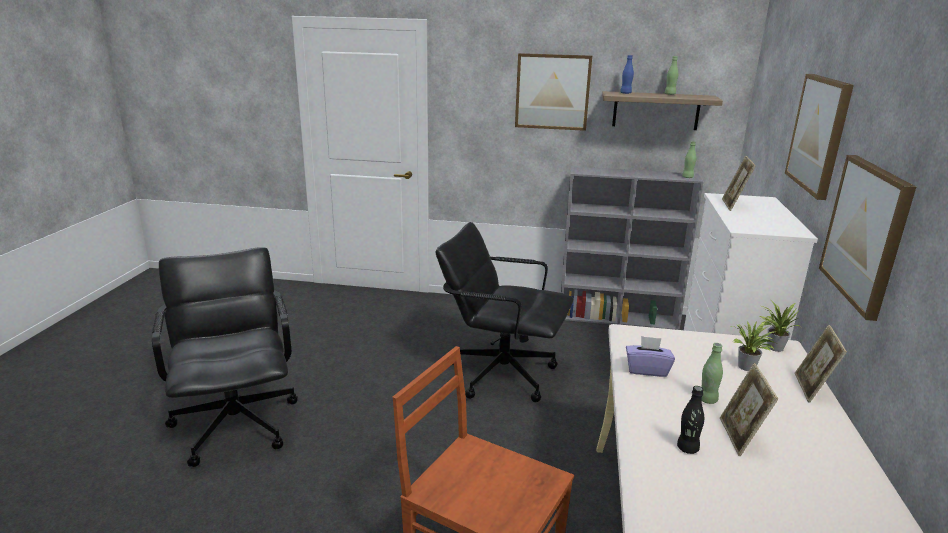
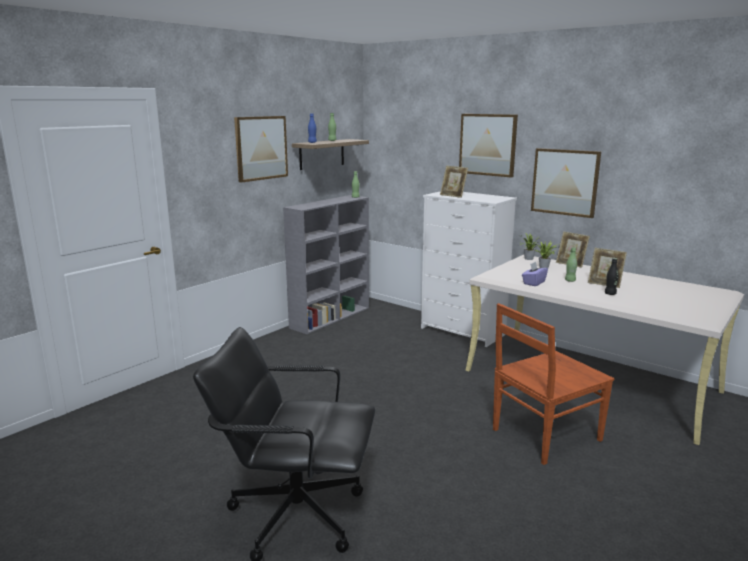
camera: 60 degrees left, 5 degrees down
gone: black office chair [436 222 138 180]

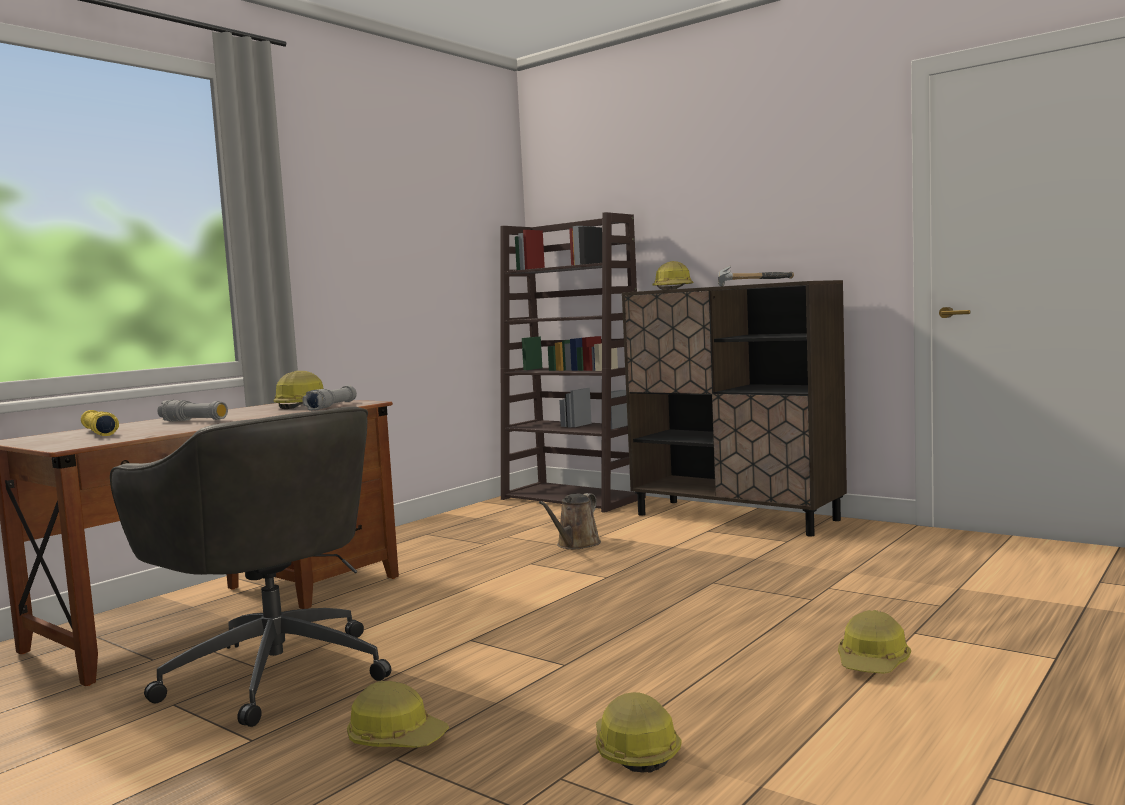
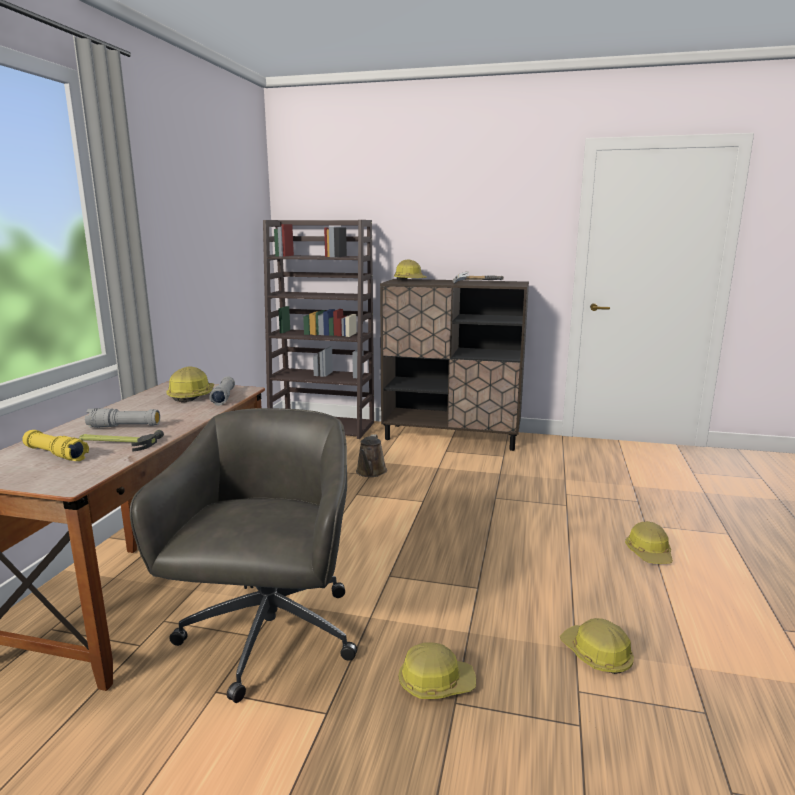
camera: 25 degrees left, 10 degrees up
new: hammer [79 430 85 22]
rotated: grey office chair [110 406 281 321] = [130 408 227 295] 105 degrees counterclockwise

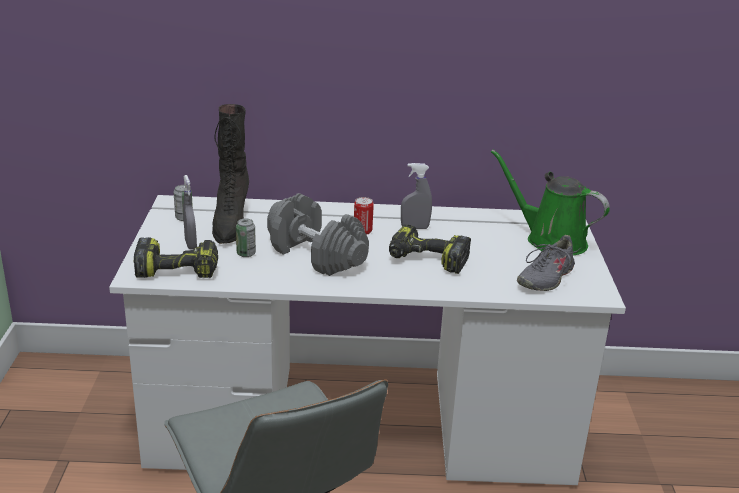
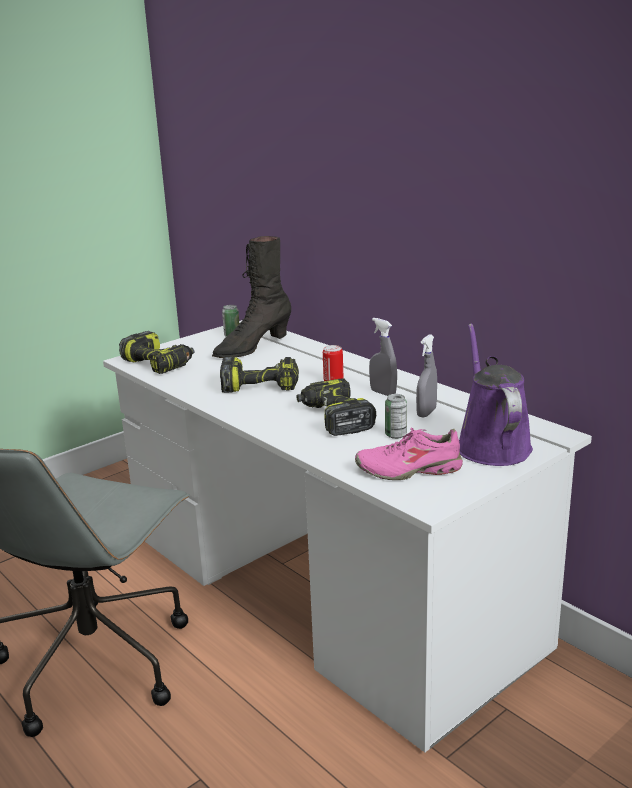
camera: 50 degrees right, 5 degrees down
shifted: grey spray bottle [183 175 14 74] to [416 334 21 84]; can [236 218 20 39] to [385 394 22 45]
swapped: grey dumbbell [267 193 102 83] to power drill [220 357 79 36]
repainted: green watering can [491 150 119 106] to purple watering can [459 324 74 142]; grey shoe [517 235 61 56] to pink shoe [355 428 108 52]

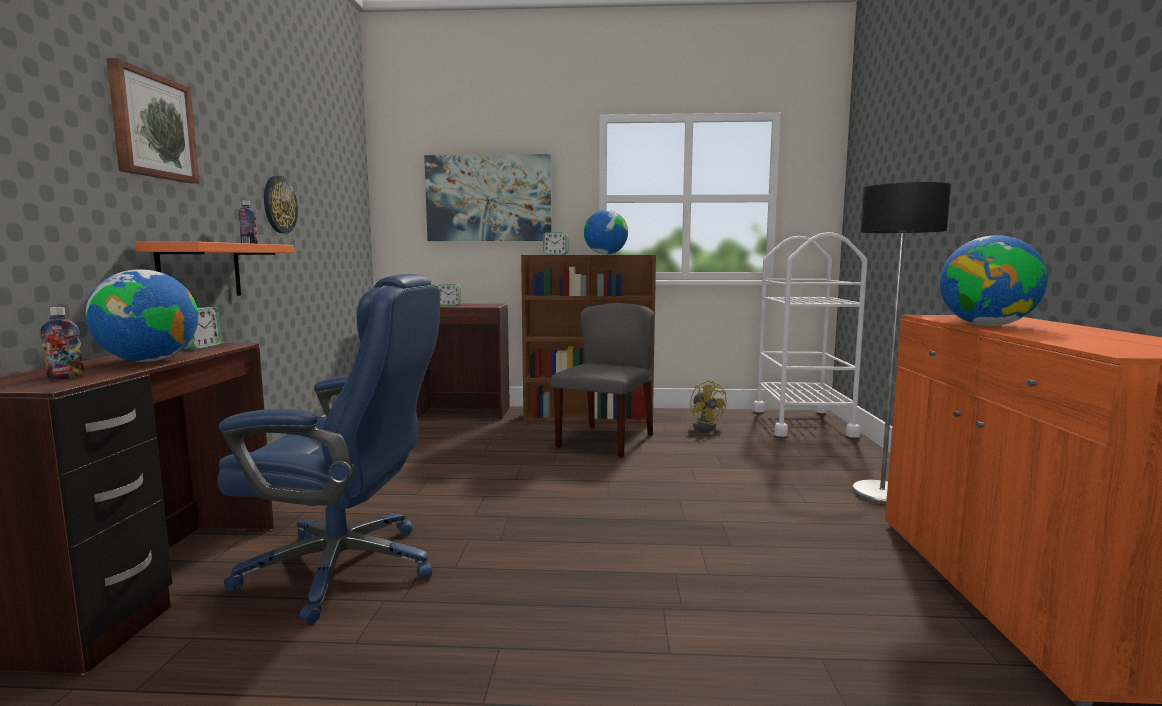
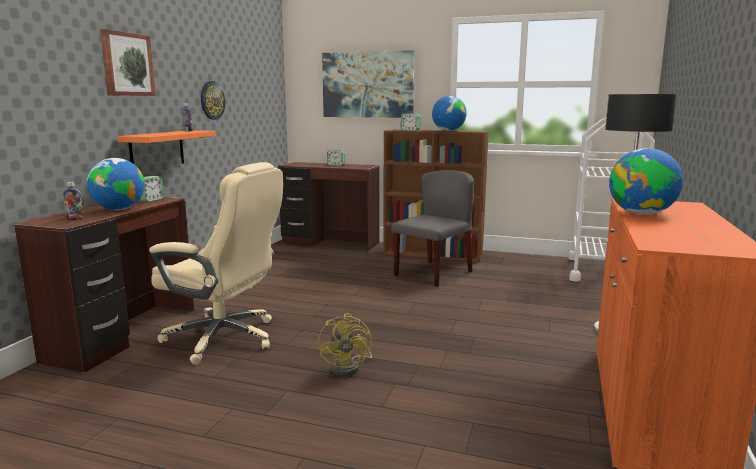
camera: 15 degrees right, 5 degrees up
shifted: yellow fan [689 380 38 50] to [318 313 54 63]
repainted: blue office chair [218 274 222 350] to beige office chair [149 162 134 203]

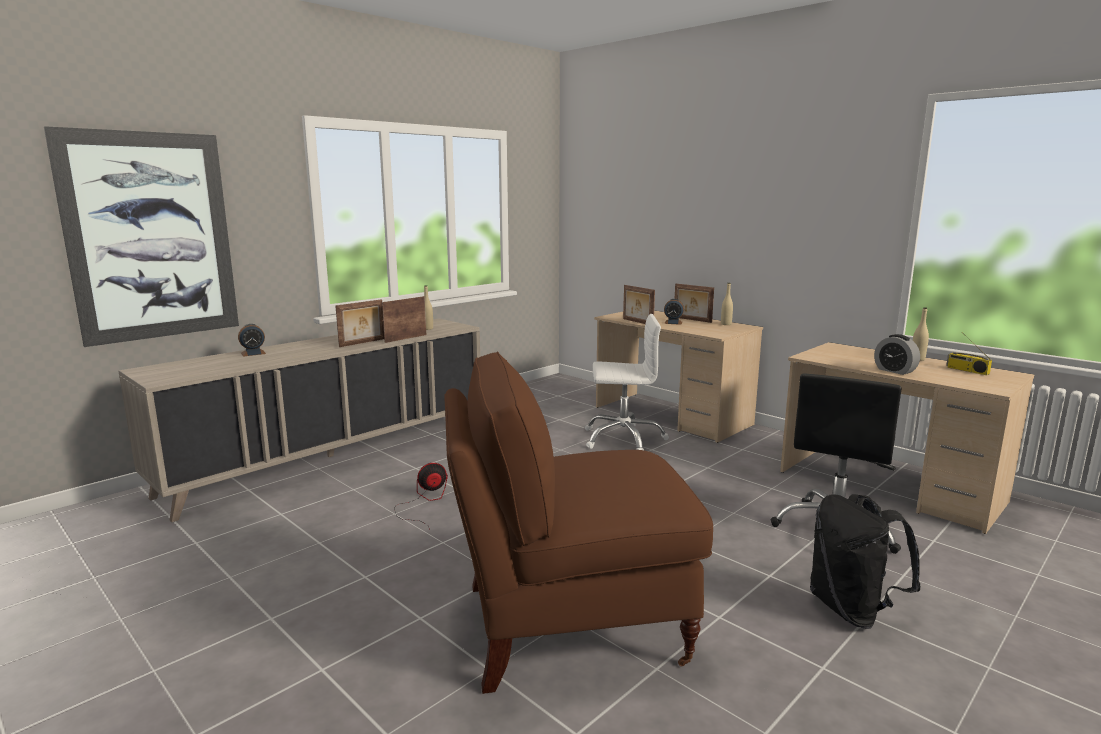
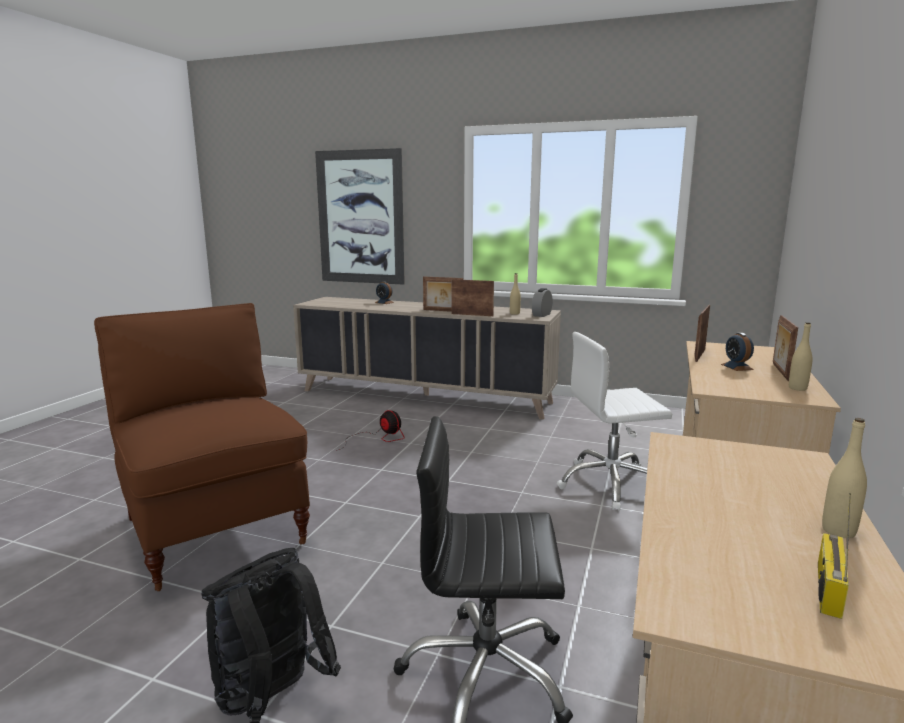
camera: 65 degrees right, 0 degrees up
shifted: alarm clock [874 334 46 41] to [532 288 21 29]
rotated: white office chair [585 314 84 136] = [557 332 115 179] 105 degrees clockwise

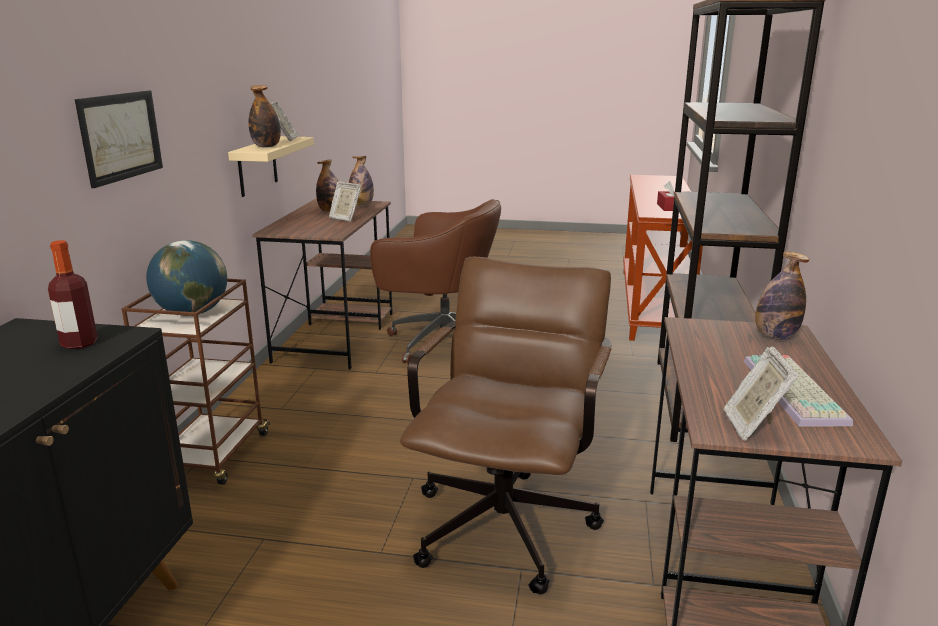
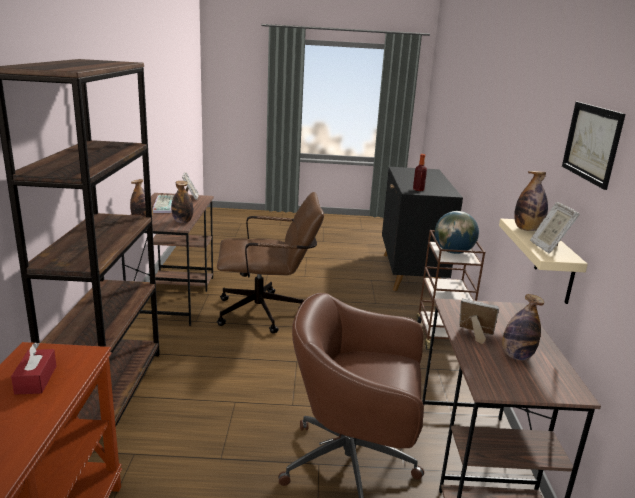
camera: 170 degrees right, 0 degrees up
shifted: picture [75 90 88 98] to [562 102 64 88]; bottle [349 156 25 50] to [171 181 22 42]
rotated: brown office chair [400 257 211 337] = [217 192 107 142] 105 degrees counterclockwise

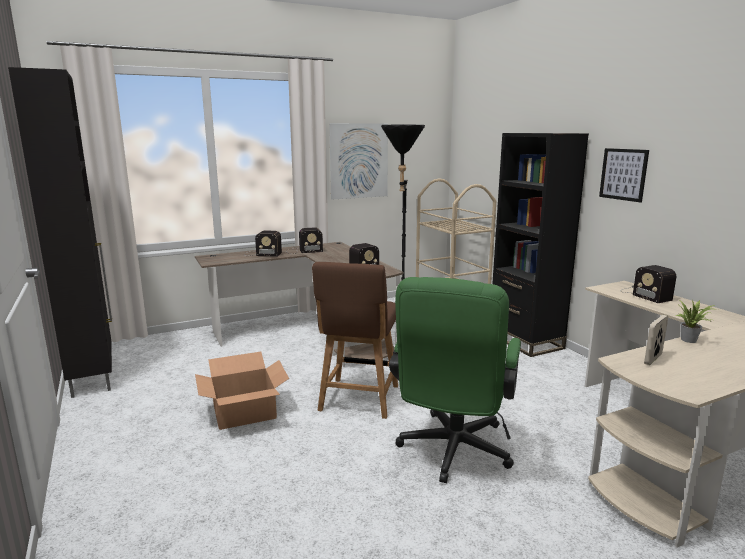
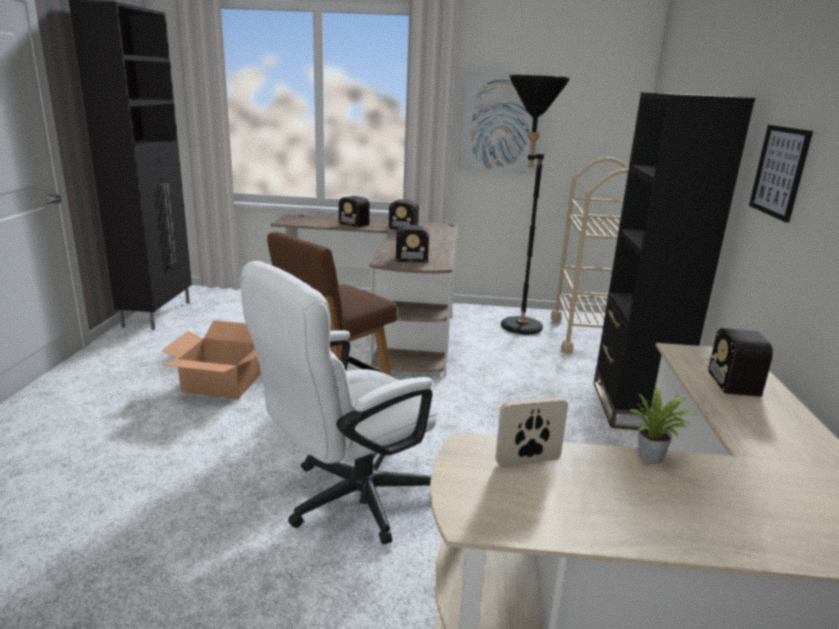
camera: 30 degrees right, 5 degrees up
repainted: green office chair [389 277 132 206] to white office chair [240 261 197 283]

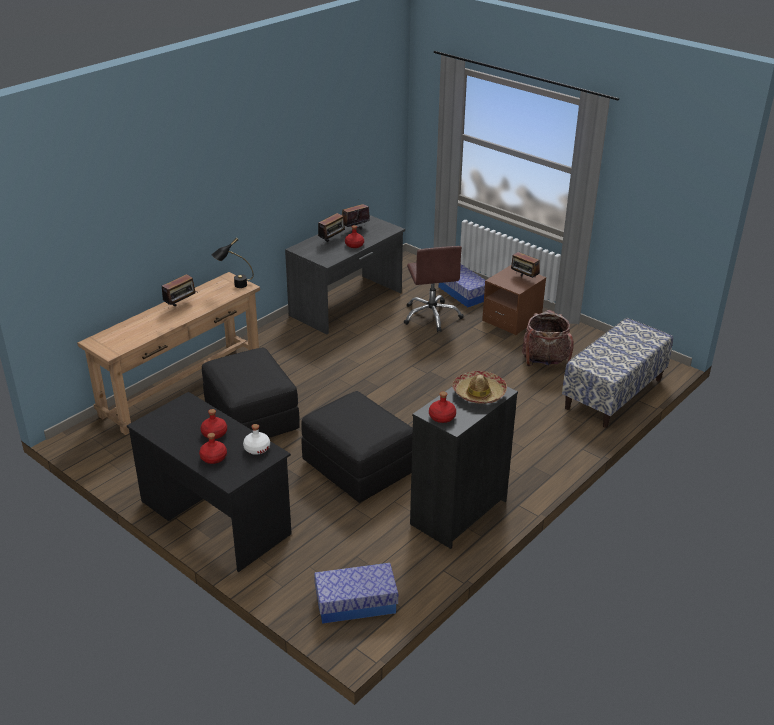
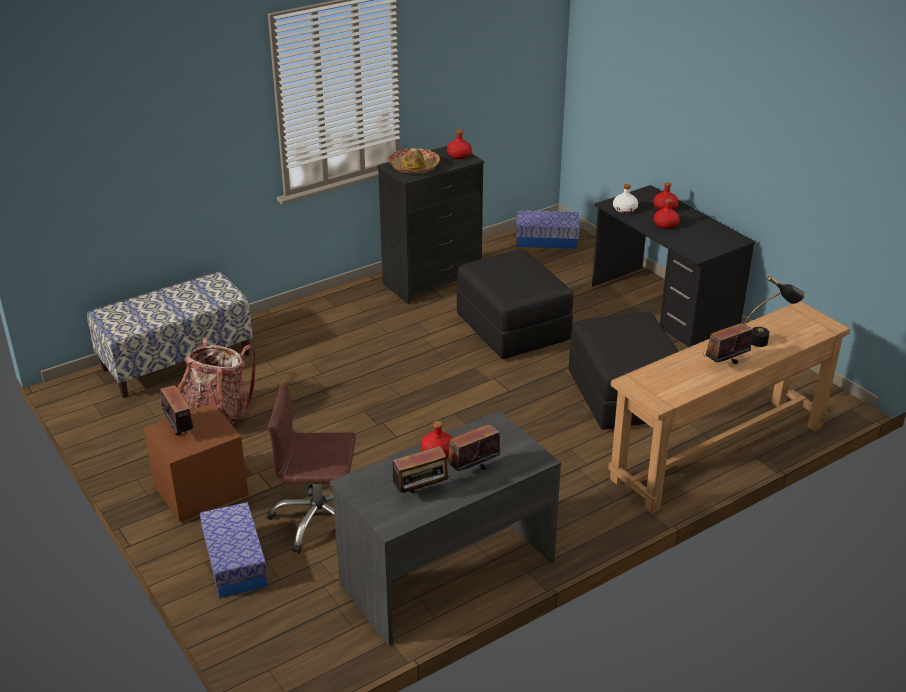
camera: 165 degrees left, 0 degrees up
shifted: black table lamp [211 238 43 50] to [744 276 61 71]
rotated: brown office chair [404 246 60 86] = [267 382 89 171] 90 degrees counterclockwise

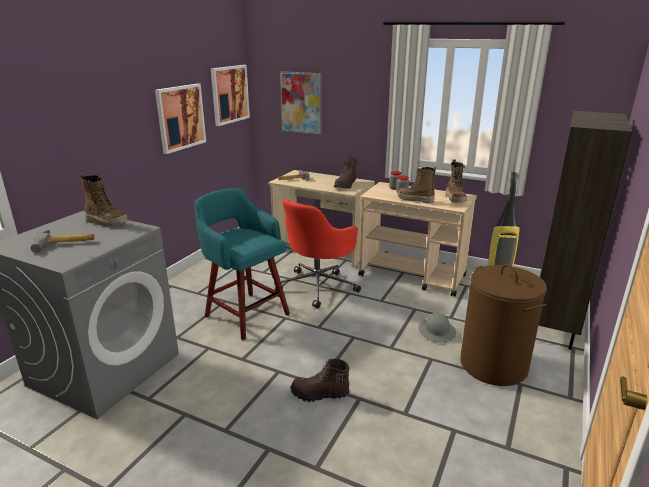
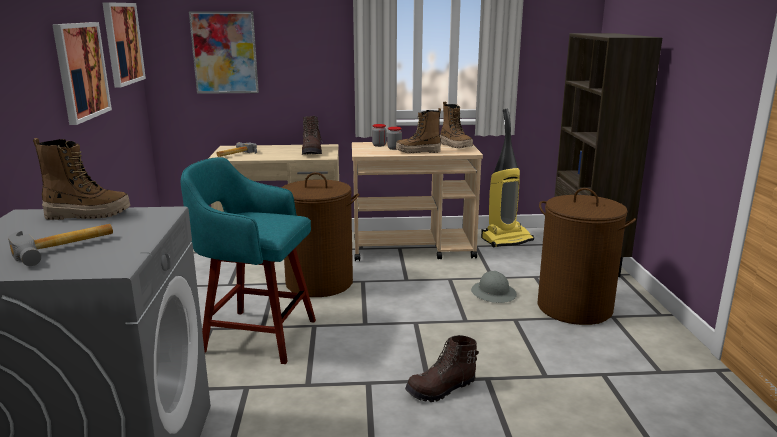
camera: 30 degrees left, 5 degrees down
swapped: red office chair [275 199 86 109] to brown laundry basket [281 172 78 125]

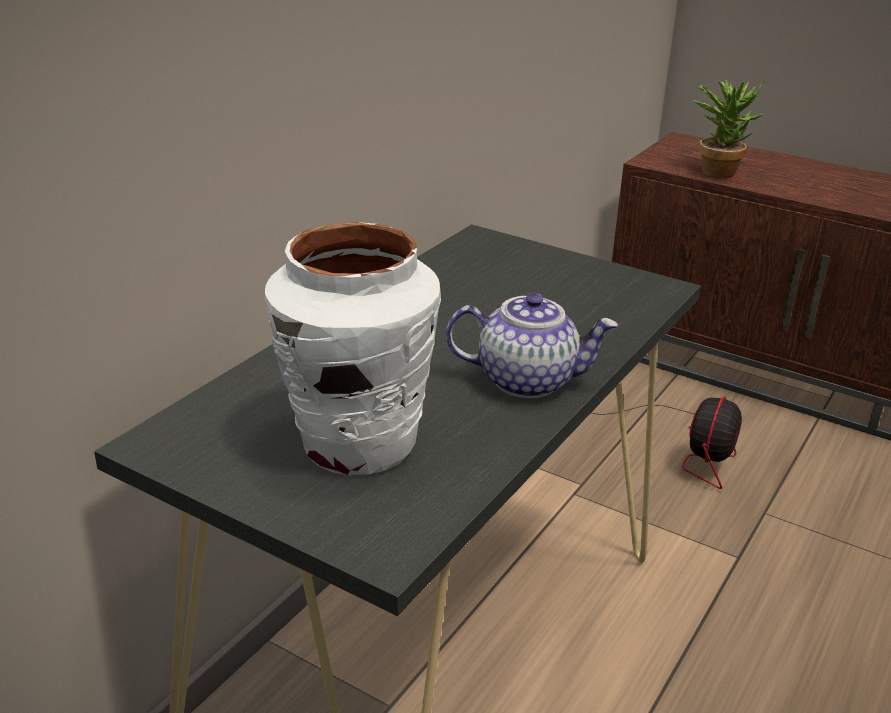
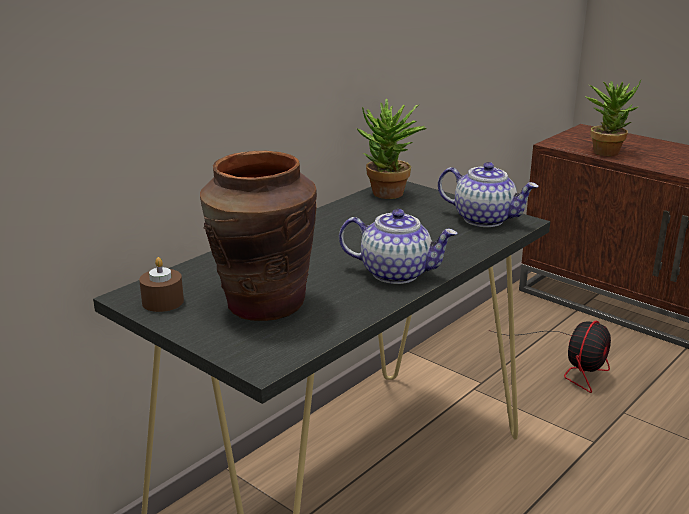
camera: 10 degrees right, 5 degrees down
new: brown candle [139 257 45 55]; potted plant [357 98 69 101]; teapot [438 162 101 65]
repainted: white vase [265 222 176 253] to brown vase [200 151 117 170]

